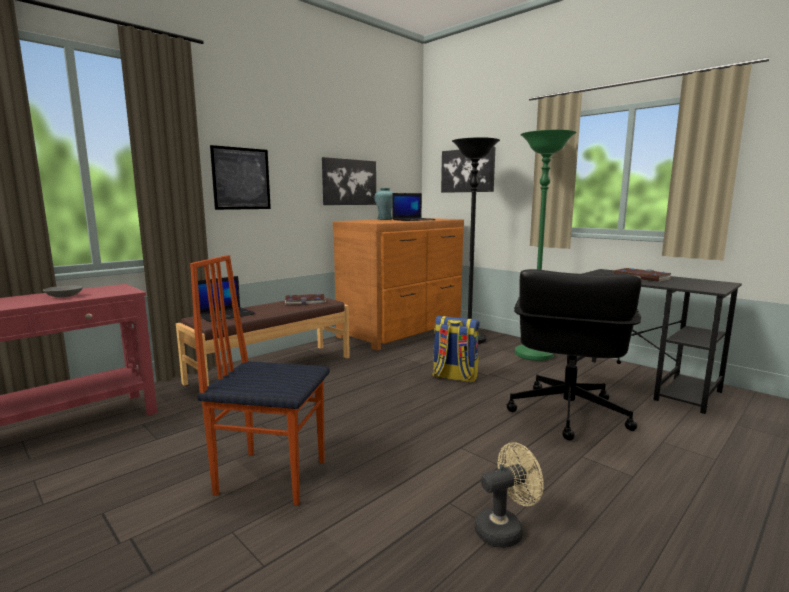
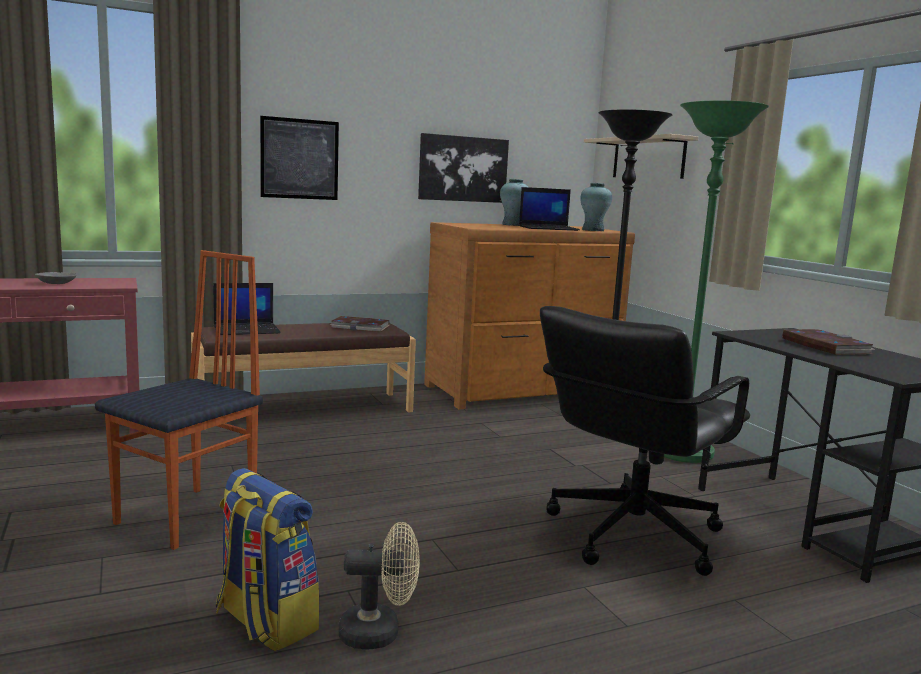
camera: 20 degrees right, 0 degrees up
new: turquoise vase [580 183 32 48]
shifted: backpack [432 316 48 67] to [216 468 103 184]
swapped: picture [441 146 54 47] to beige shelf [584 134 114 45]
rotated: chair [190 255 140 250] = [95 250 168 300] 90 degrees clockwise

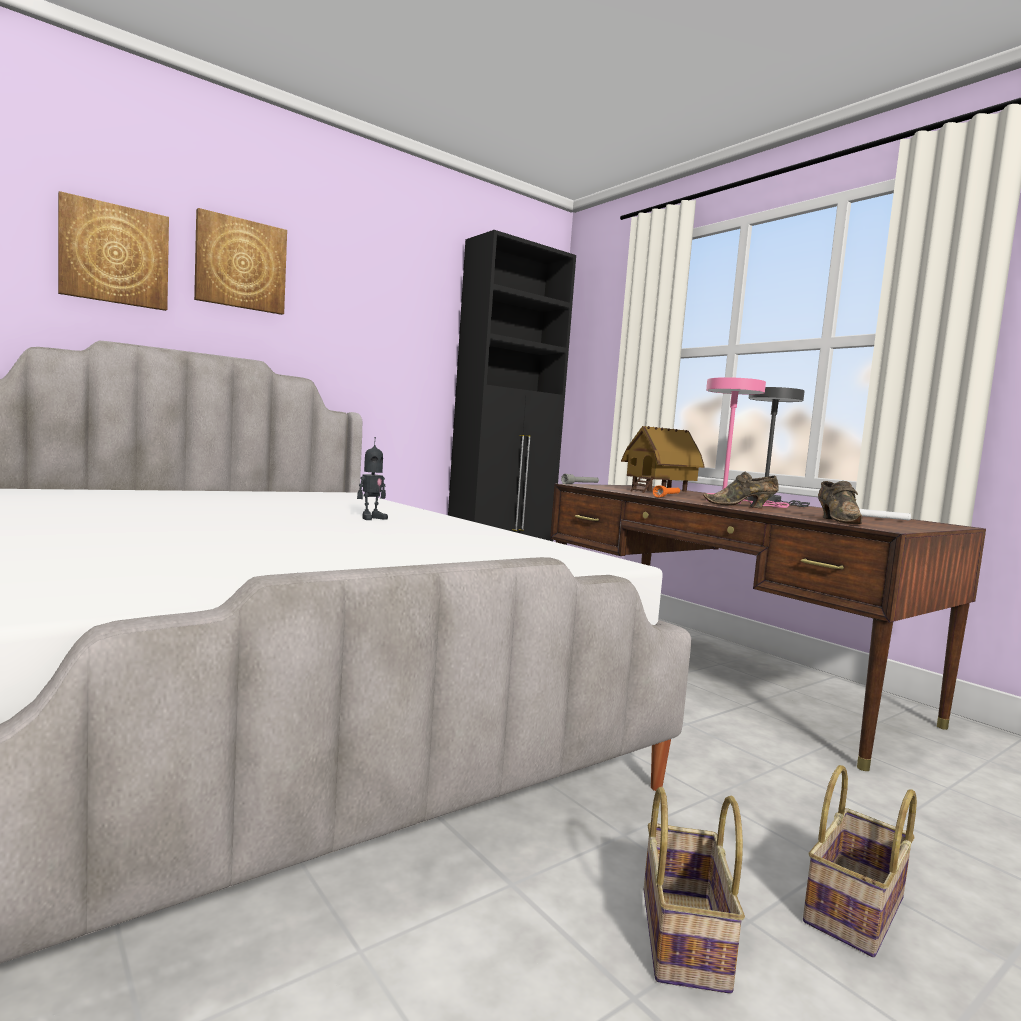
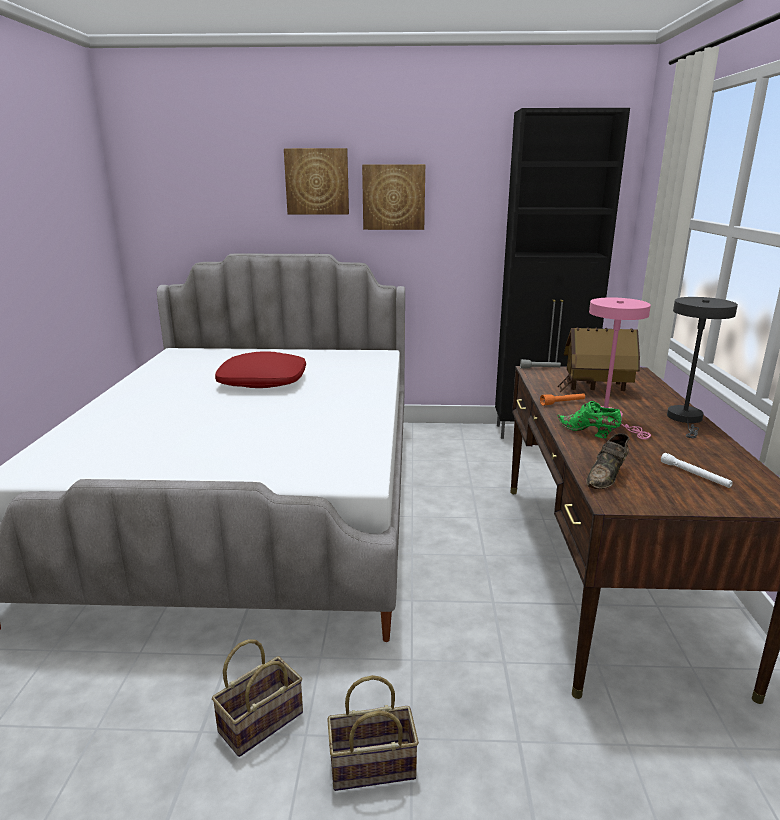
camera: 40 degrees right, 15 degrees up
gone: toy robot [357 437 31 83]
new: red pillow [215 351 91 37]
shifted: picture [58 191 111 120] to [362 164 63 66]
repainted: brown shoe [703 472 76 36] to green shoe [557 401 65 37]

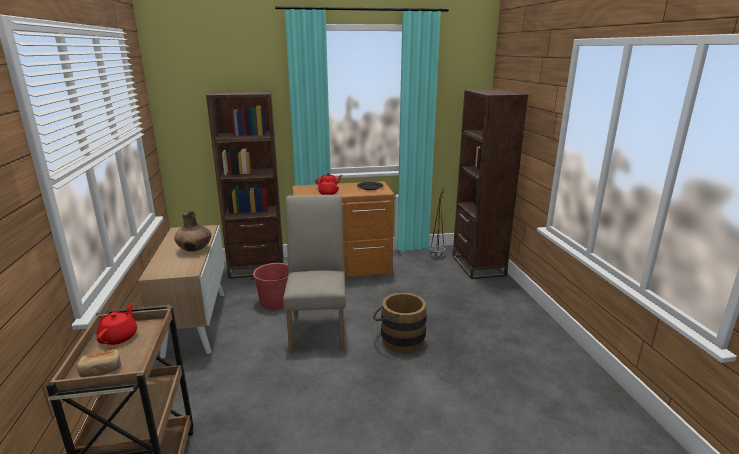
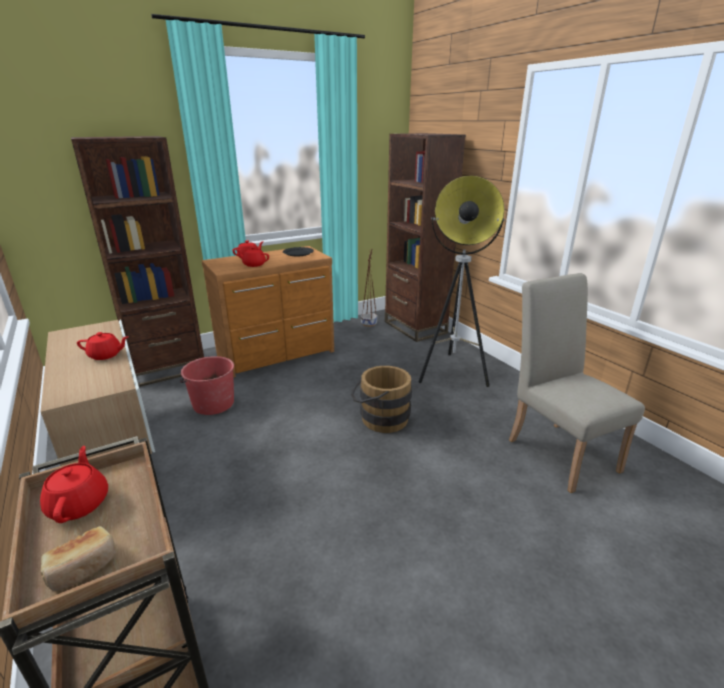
camera: 20 degrees left, 5 degrees up
new: floor lamp [418 175 87 212]
shifted: beige chair [283 195 63 157] to [509 273 136 220]
swapped: brown vase [174 211 37 41] to red teapot [77 332 51 28]

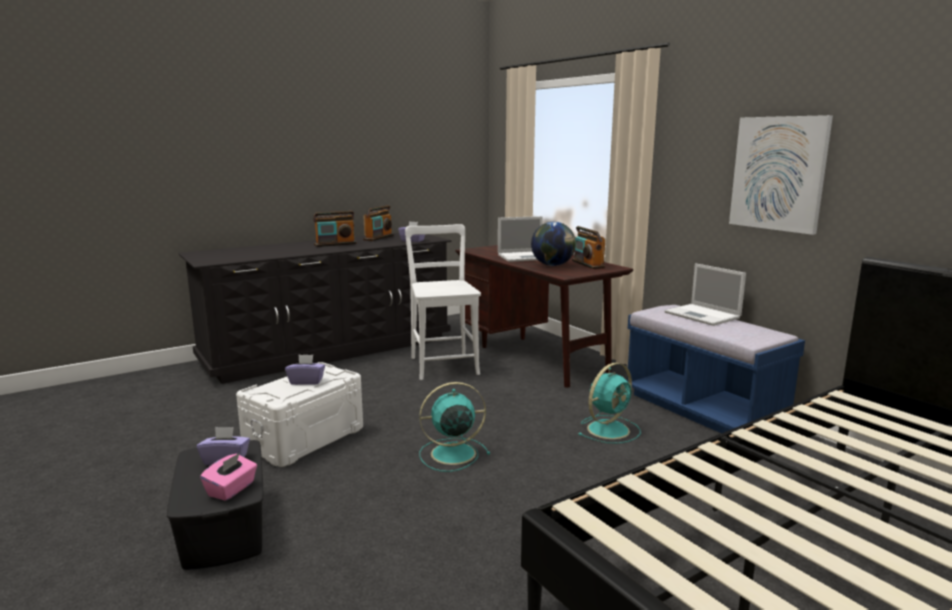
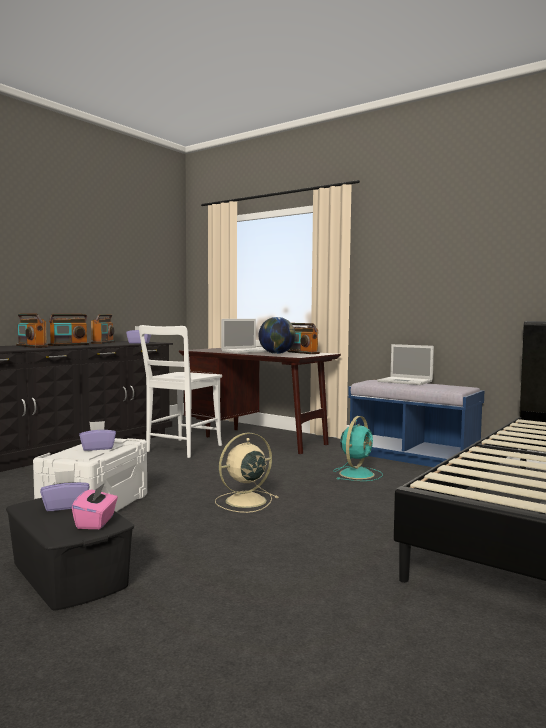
camera: 20 degrees left, 10 degrees down
gone: picture [729 115 104 120]
new: radio [16 313 32 35]
repainted: turquoise fan [419 382 71 90] to beige fan [215 433 64 80]
rotated: white chair [405 224 76 156] = [139 325 83 133] 120 degrees counterclockwise

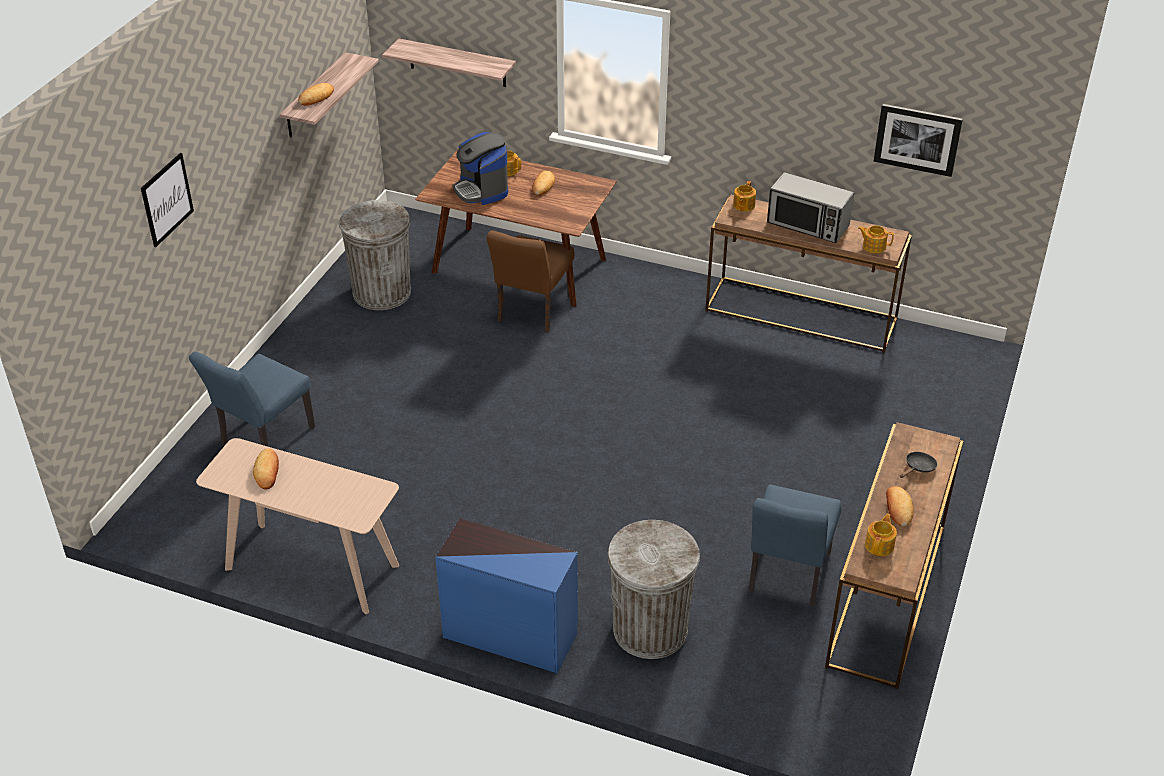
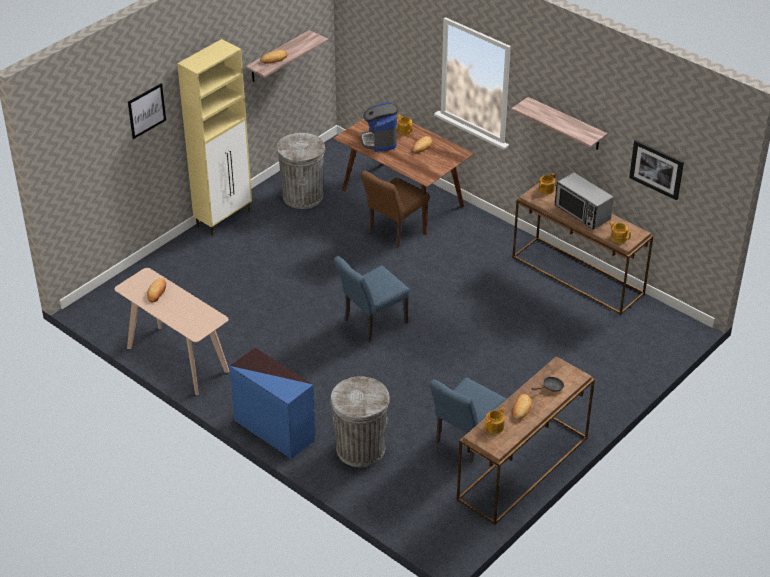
camera: 20 degrees right, 0 degrees up
new: beige cabinet [177 39 75 197]
shifted: blue chair [189 351 126 95] to [334 256 76 86]; shelf [382 39 134 48] to [511 97 97 53]

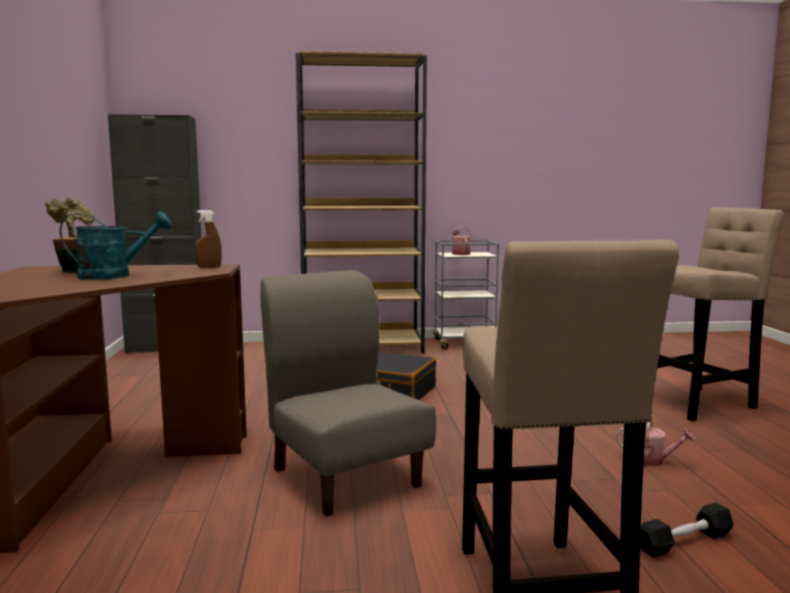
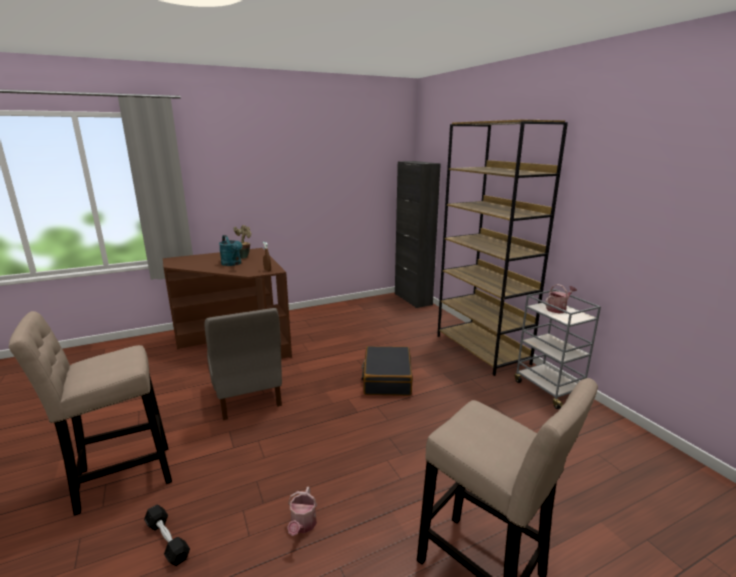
camera: 70 degrees right, 10 degrees up
rotated: grey chair [260 270 176 247] = [205 308 77 112] 120 degrees clockwise

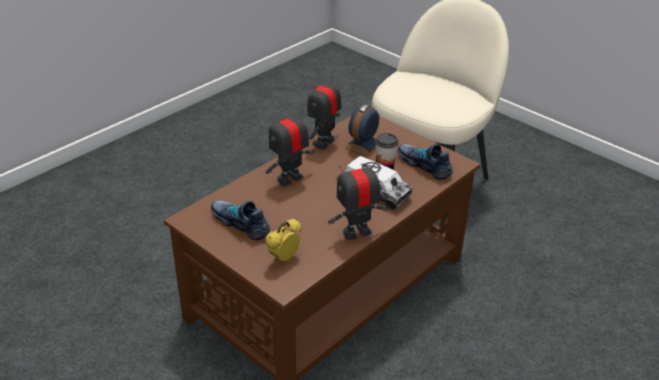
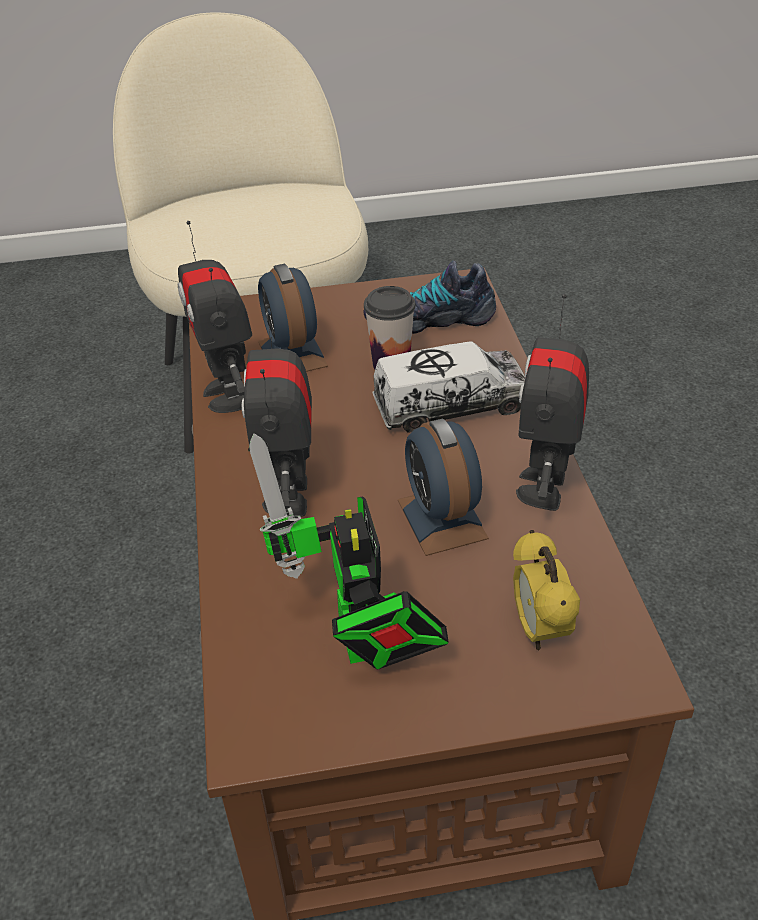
camera: 50 degrees left, 5 degrees up
new: alarm clock [398 419 91 137]
swapped: shoe [211 200 59 40] to toy robot [248 433 201 236]

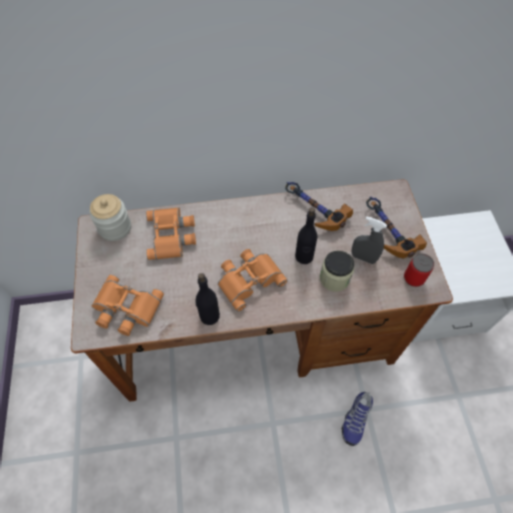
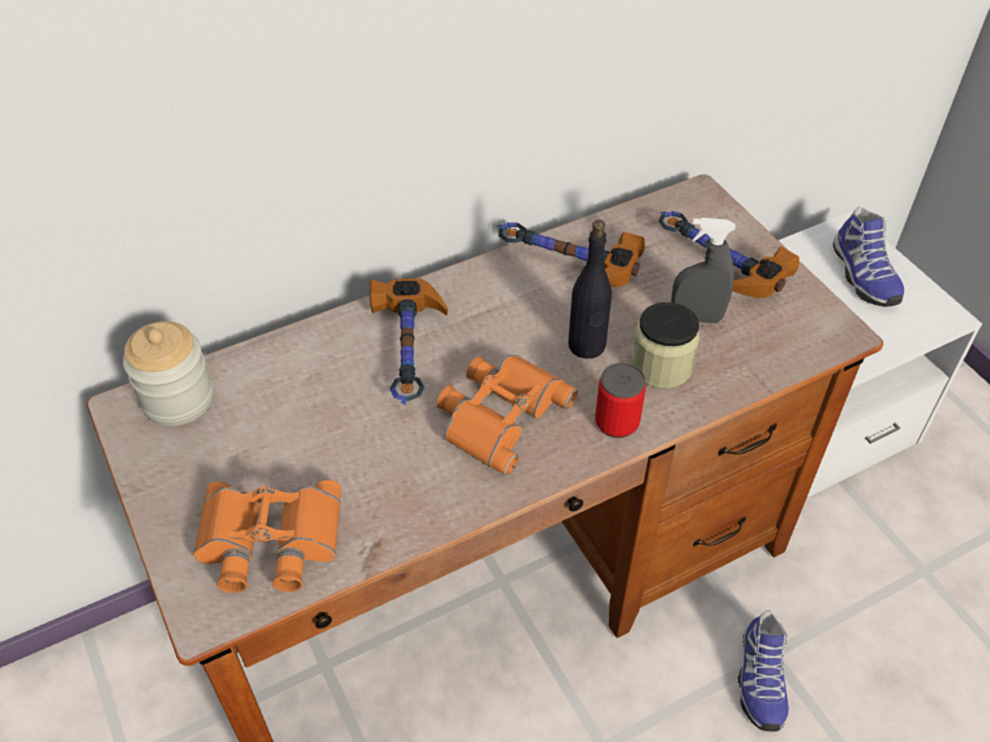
camera: 20 degrees left, 10 degrees down
gone: orange binoculars [146 207 50 53]; black bottle [196 273 24 52]
new: hammer [369 277 79 128]; shoe [833 207 71 100]
shifted: can [404 254 30 33] to [595 363 51 75]

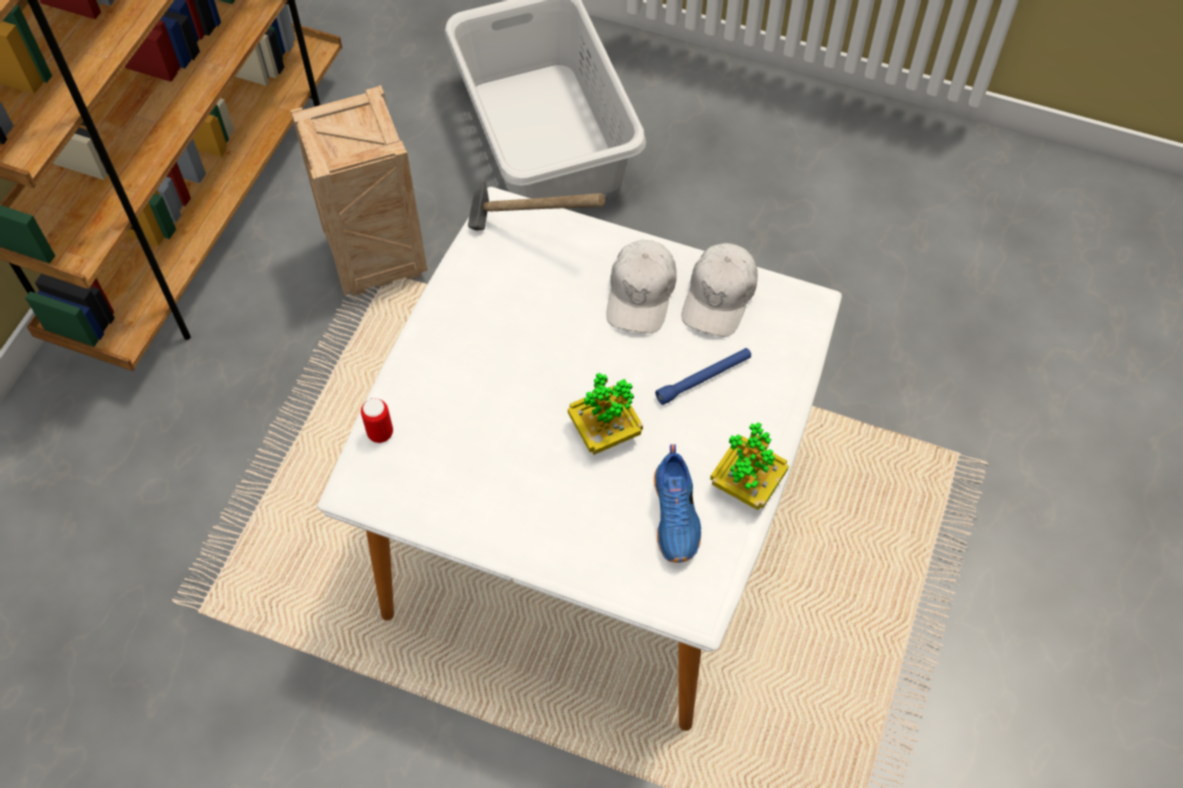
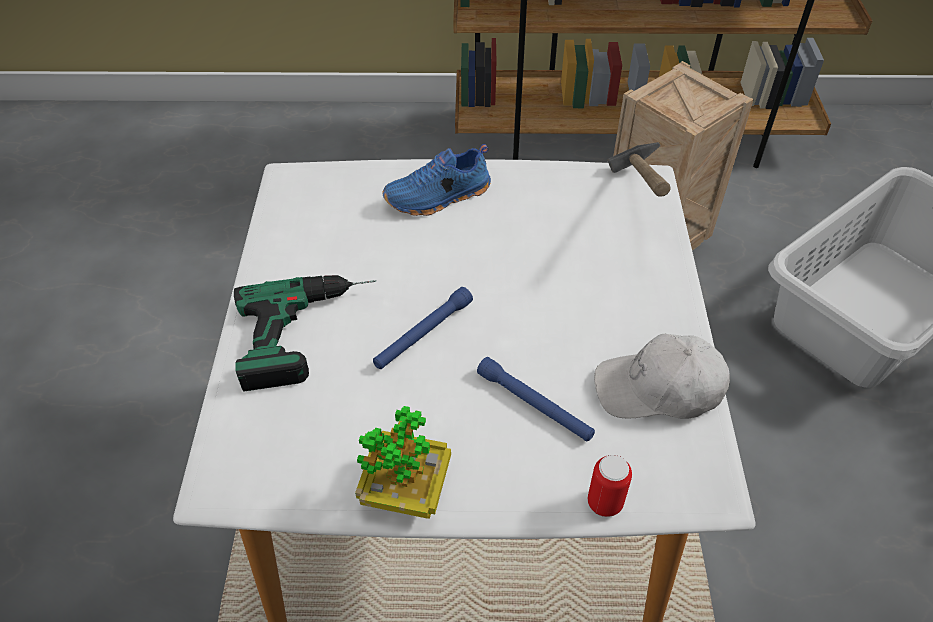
camera: 70 degrees right, 10 degrees down
gone: white cap [606 240 71 93]
new: power drill [234 275 143 116]
shifted: can [361 398 32 45] to [588 455 44 62]; blue shoe [654 445 47 118] to [382 144 109 72]
swapped: potted plant [568 373 75 82] to blue flashlight [373 287 100 82]

